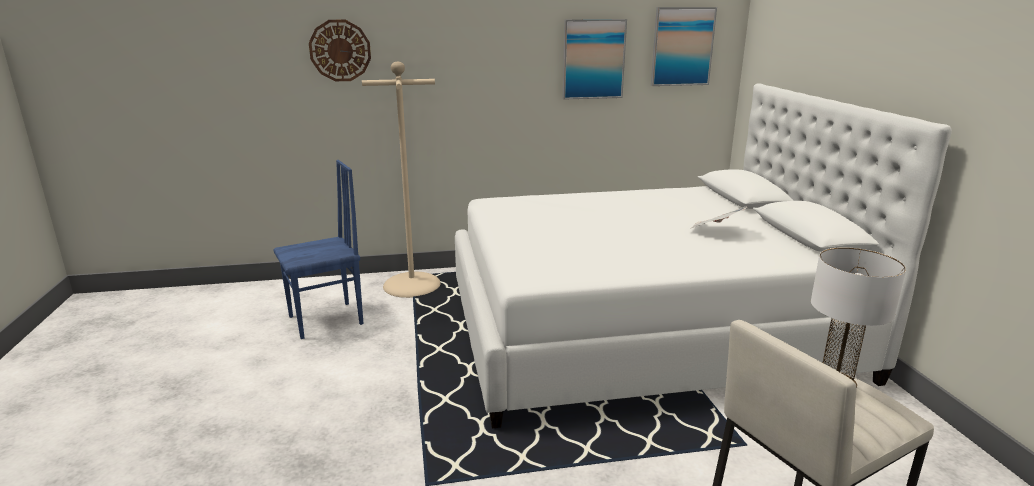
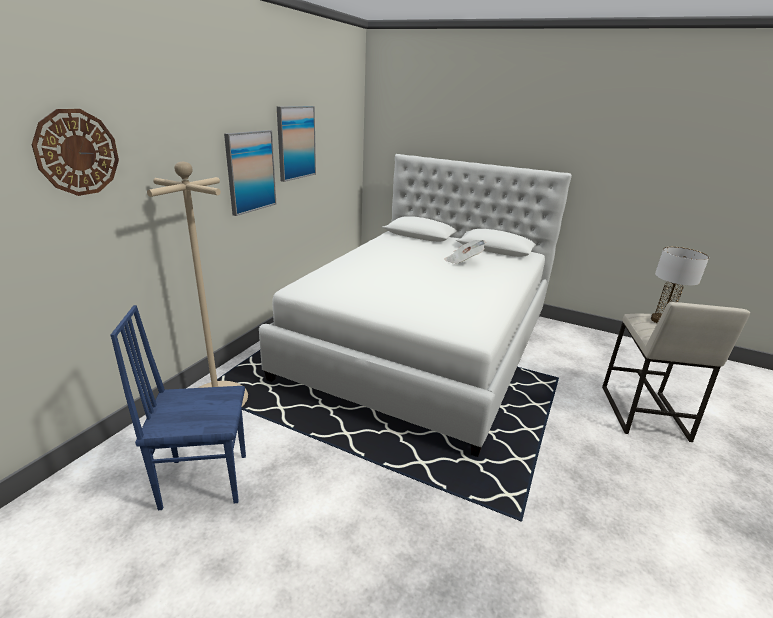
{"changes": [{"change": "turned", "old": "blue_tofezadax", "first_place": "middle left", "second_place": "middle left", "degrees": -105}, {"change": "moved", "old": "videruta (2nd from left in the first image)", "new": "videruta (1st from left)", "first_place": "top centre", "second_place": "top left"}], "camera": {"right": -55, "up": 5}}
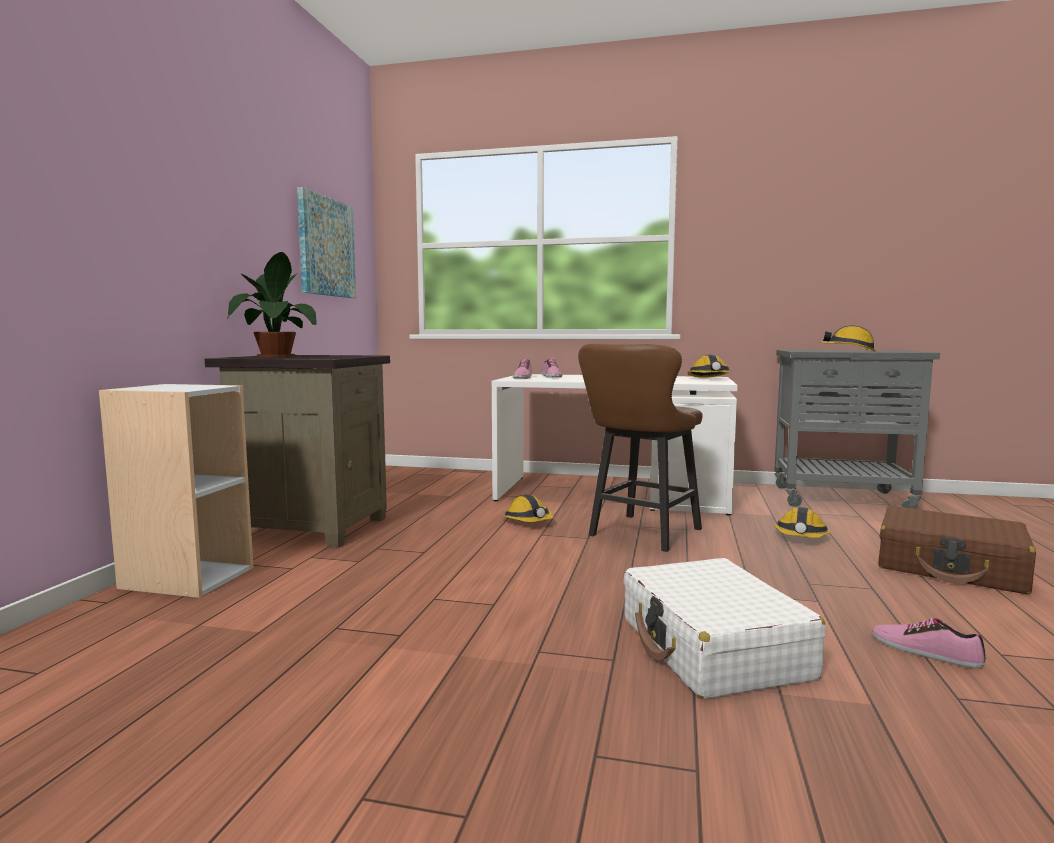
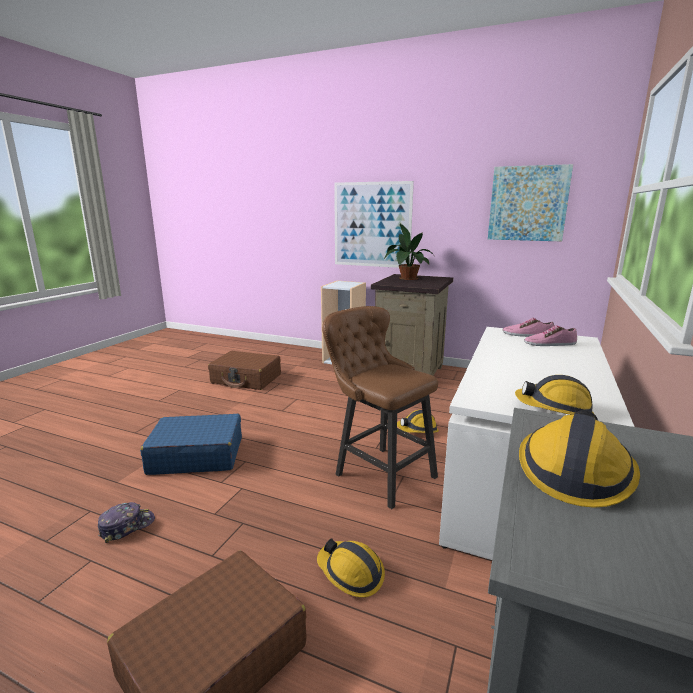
{"changes": [{"change": "recoloured", "old": "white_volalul", "new": "blue_volalul", "first_place": "bottom right", "second_place": "middle left"}, {"change": "replaced", "old": "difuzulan (3rd from left)", "new": "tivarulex", "first_place": "bottom right", "second_place": "bottom left"}, {"change": "added", "new": "brown_volalul (2nd from left)", "second_place": "centre"}, {"change": "added", "new": "videruta (1st from left)", "second_place": "top centre"}], "camera": {"right": 100, "up": 10}}
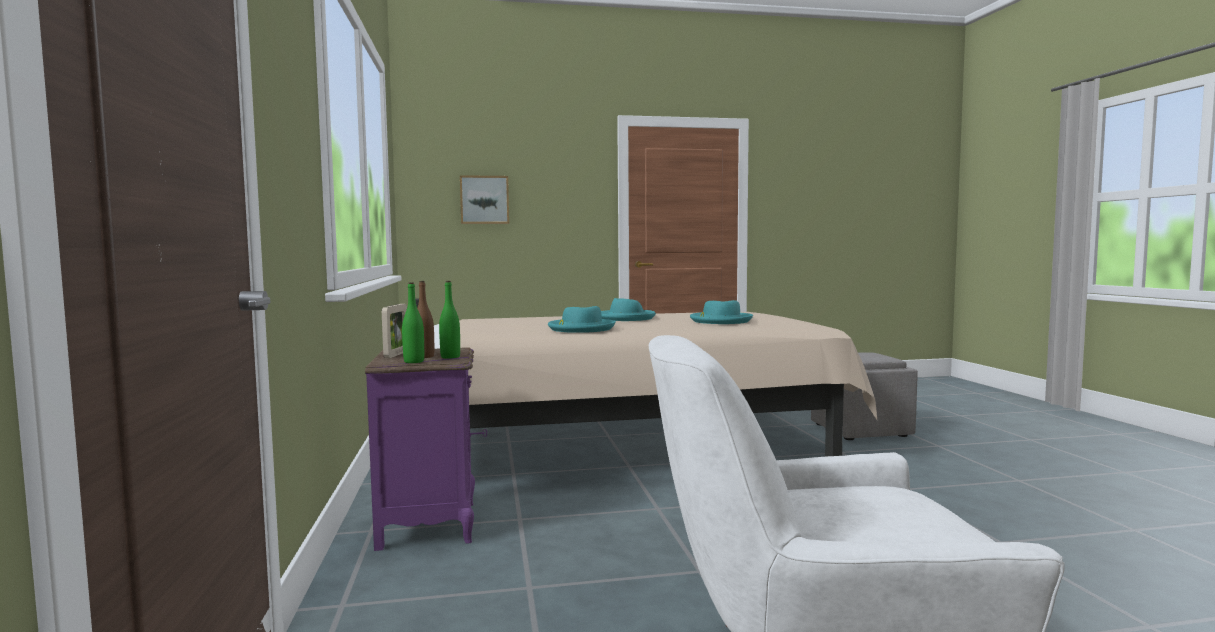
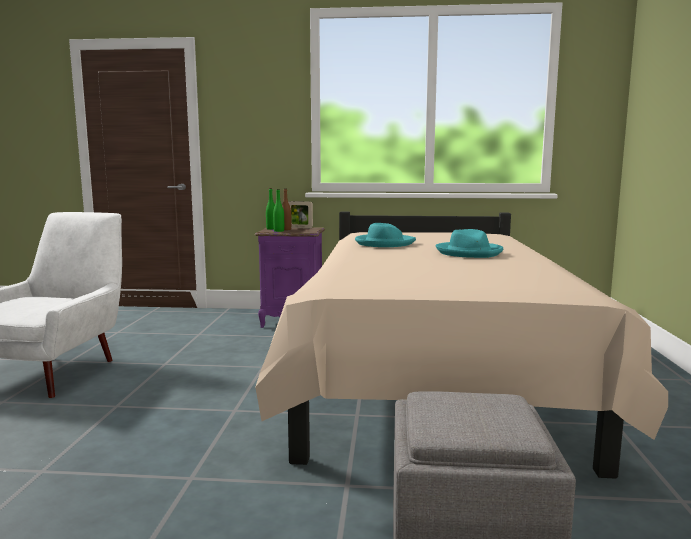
{"changes": [{"change": "removed", "old": "videruta", "first_place": "top centre"}, {"change": "removed", "old": "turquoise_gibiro (3rd from left)", "first_place": "centre"}], "camera": {"right": 105, "up": 5}}
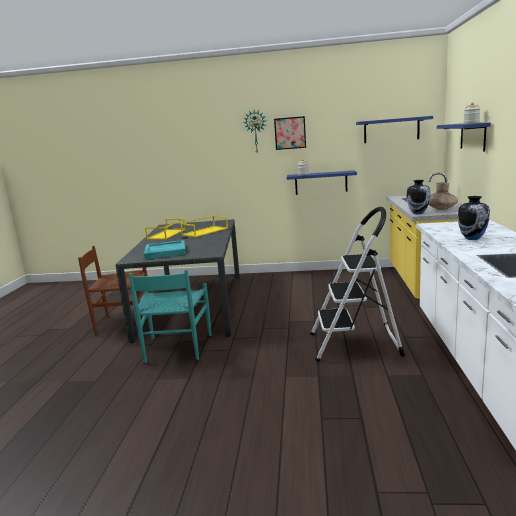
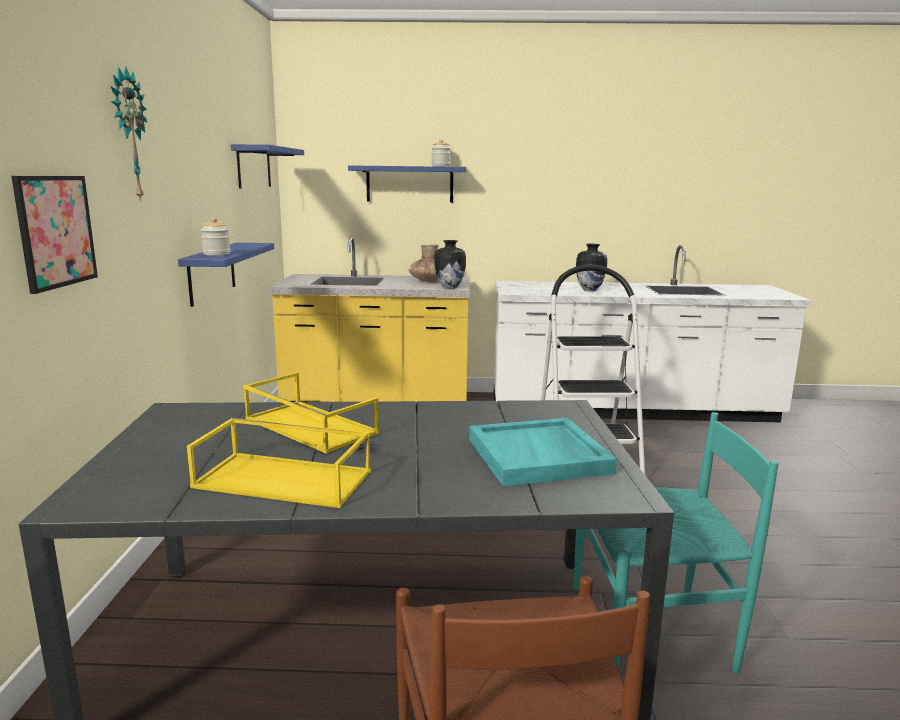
{"changes": [{"change": "moved", "old": "videruta", "first_place": "top centre", "second_place": "top left"}], "camera": {"right": -95, "up": 0}}
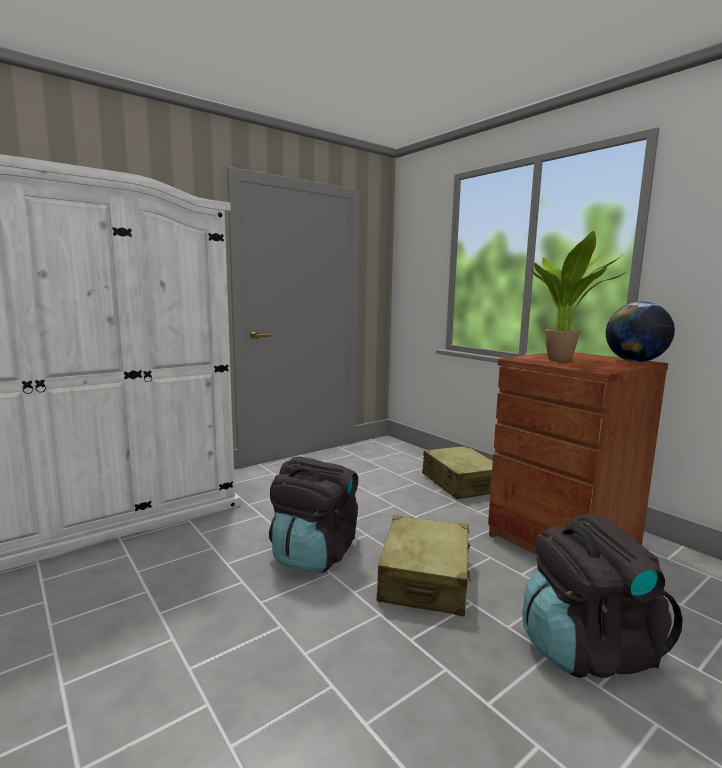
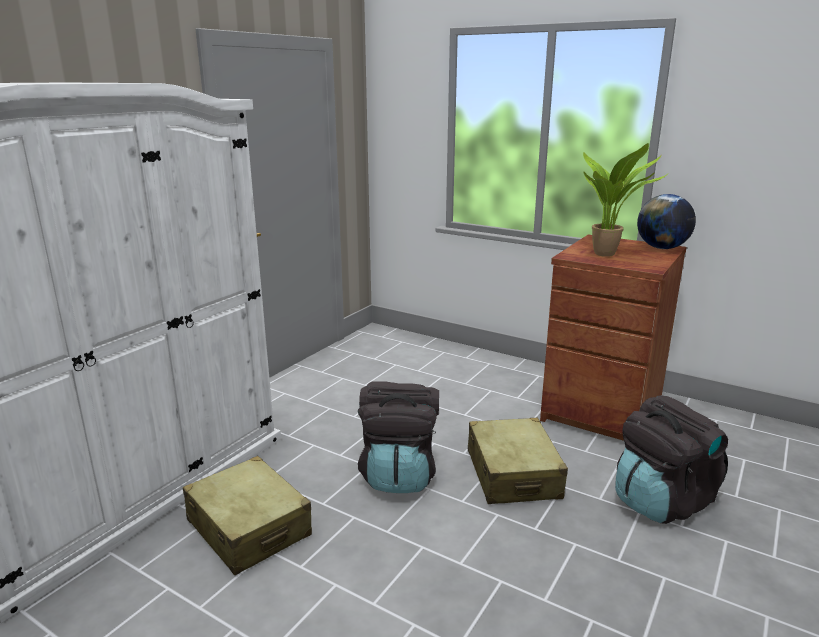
{"changes": [{"change": "moved", "old": "beige_volalul (2nd from left in the first image)", "new": "beige_volalul (1st from left)", "first_place": "centre", "second_place": "bottom left"}], "camera": {"right": -20, "up": 10}}
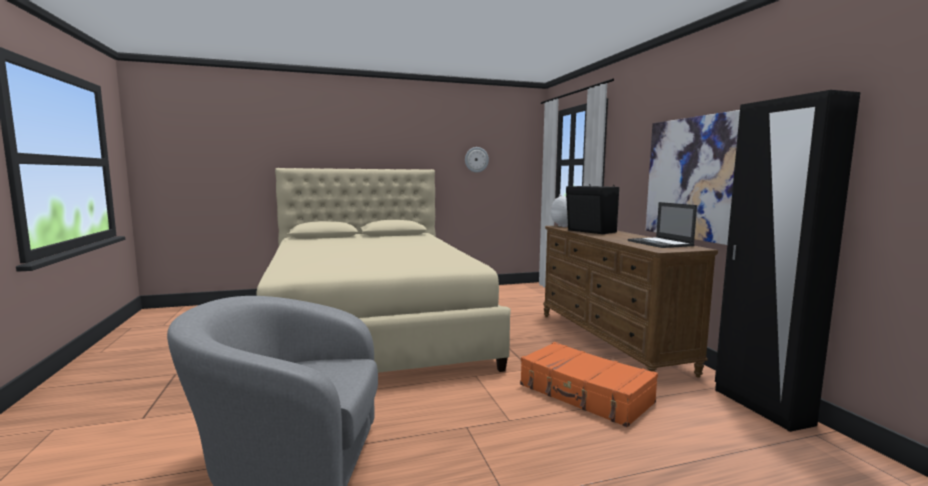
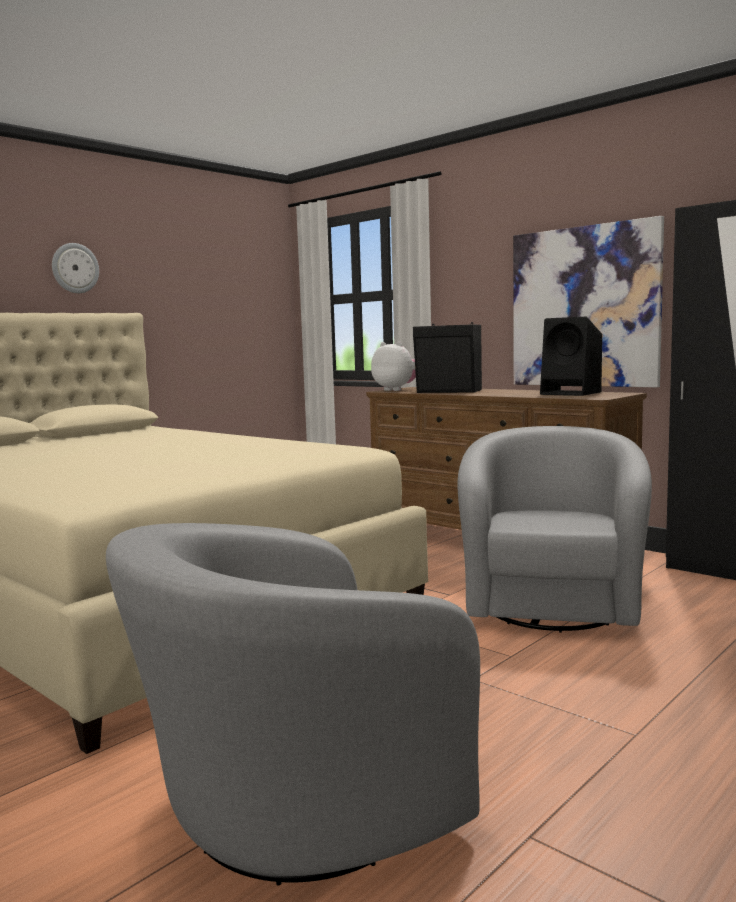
{"changes": [{"change": "moved", "old": "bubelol", "first_place": "top centre", "second_place": "top left"}, {"change": "replaced", "old": "orange_volalul", "new": "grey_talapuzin (2nd from left)", "first_place": "bottom centre", "second_place": "middle right"}, {"change": "replaced", "old": "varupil", "new": "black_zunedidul (2nd from left)", "first_place": "middle right", "second_place": "middle right"}], "camera": {"right": -30, "up": 0}}
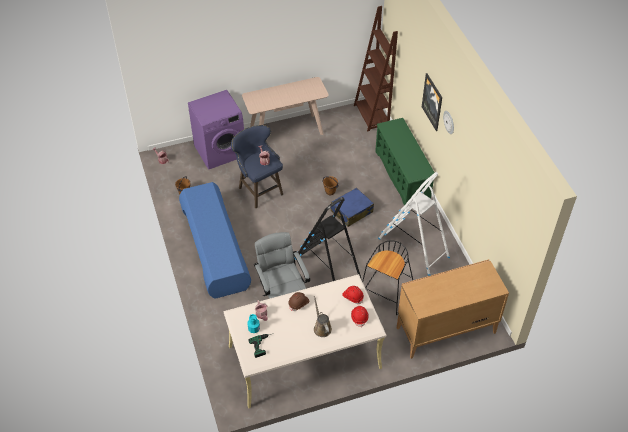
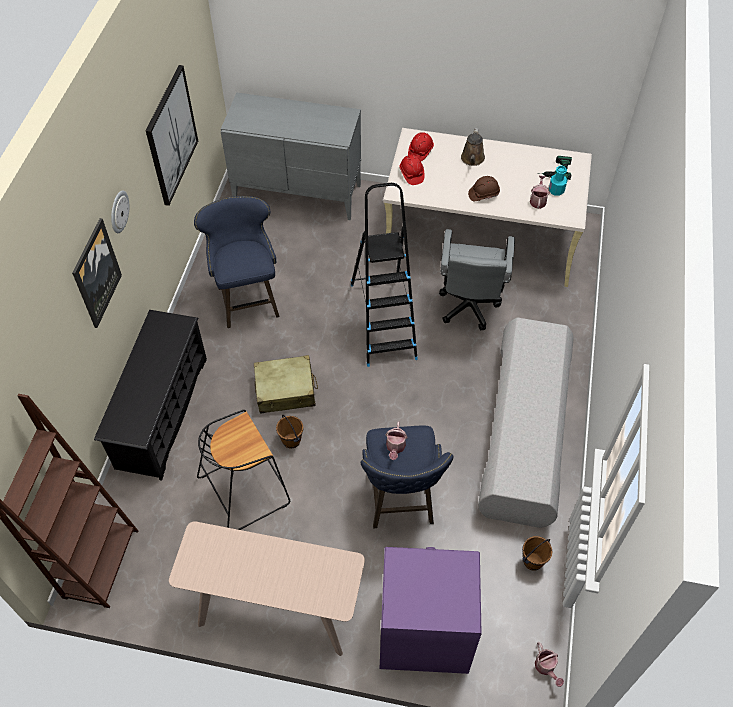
{"changes": [{"change": "recoloured", "old": "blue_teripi", "new": "grey_teripi", "first_place": "centre", "second_place": "middle right"}, {"change": "recoloured", "old": "blue_volalul", "new": "beige_volalul", "first_place": "centre", "second_place": "centre"}, {"change": "moved", "old": "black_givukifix", "first_place": "centre", "second_place": "middle left"}, {"change": "recoloured", "old": "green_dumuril", "new": "black_dumuril", "first_place": "centre", "second_place": "middle left"}, {"change": "replaced", "old": "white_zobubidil", "new": "blue_givukifix (1st from left)", "first_place": "centre", "second_place": "middle left"}, {"change": "recoloured", "old": "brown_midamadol", "new": "grey_midamadol", "first_place": "bottom right", "second_place": "top centre"}, {"change": "added", "new": "videruta (2nd from left)", "second_place": "top left"}], "camera": {"right": -150, "up": 5}}
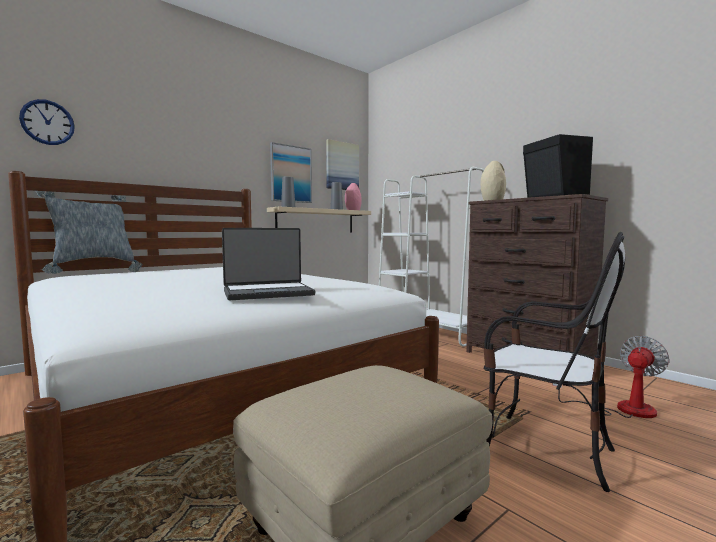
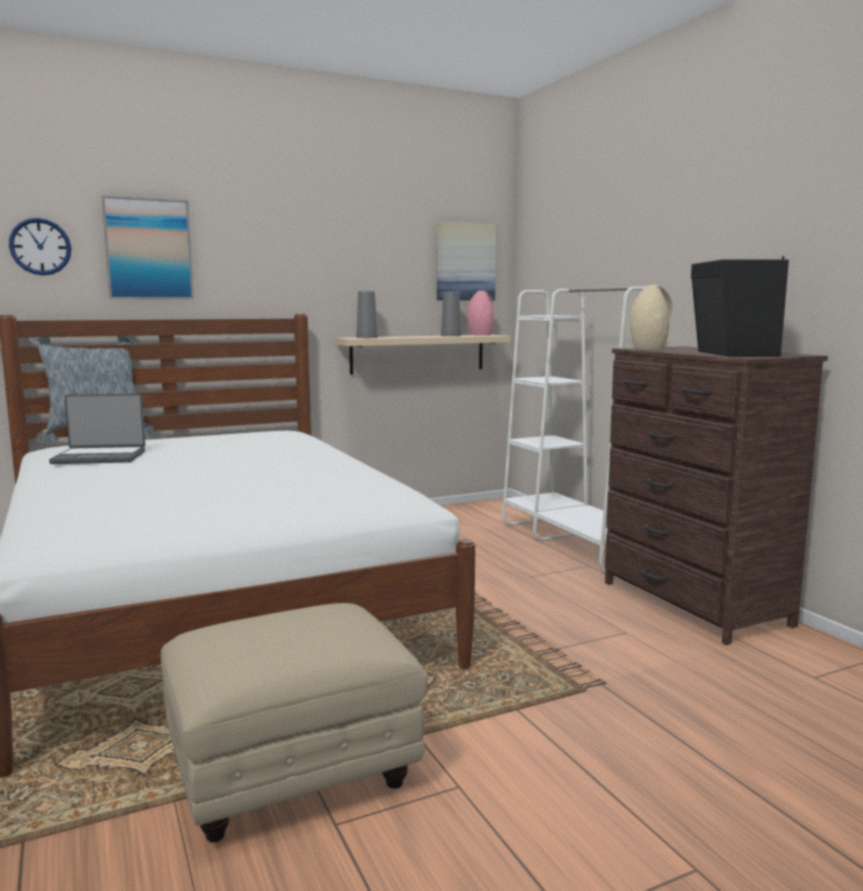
{"changes": [{"change": "moved", "old": "varupil", "first_place": "centre", "second_place": "middle left"}, {"change": "moved", "old": "videruta (1st from left)", "first_place": "top centre", "second_place": "top left"}, {"change": "removed", "old": "tofezadax", "first_place": "bottom right"}, {"change": "removed", "old": "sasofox", "first_place": "bottom right"}], "camera": {"right": 15, "up": 5}}
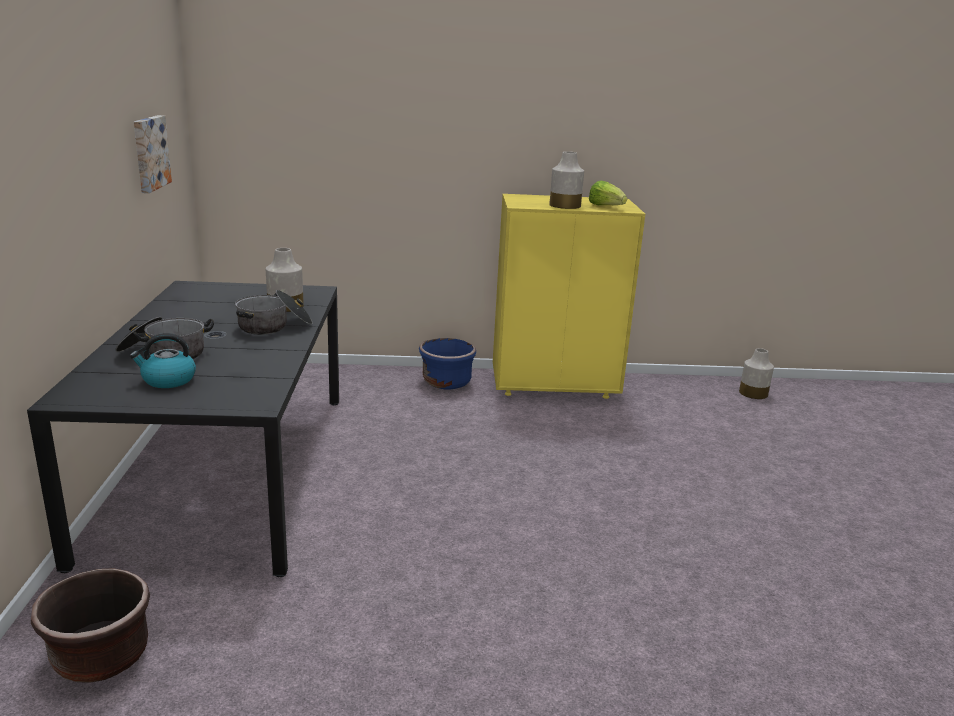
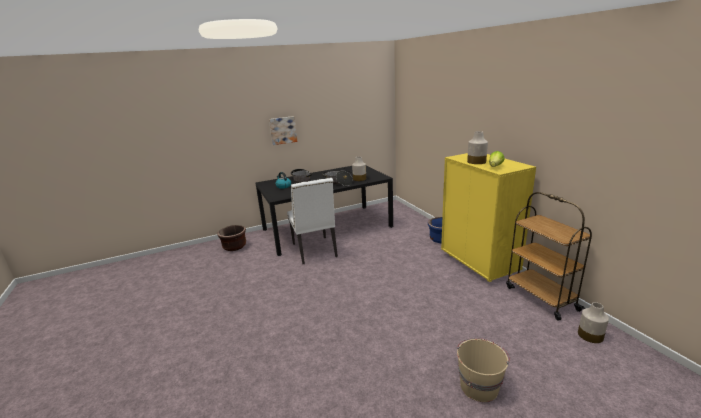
{"changes": [{"change": "moved", "old": "videruta", "first_place": "top left", "second_place": "top centre"}, {"change": "added", "new": "white_tofezadax", "second_place": "centre"}, {"change": "added", "new": "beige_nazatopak", "second_place": "bottom right"}, {"change": "added", "new": "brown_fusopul", "second_place": "middle right"}], "camera": {"right": 70, "up": 0}}
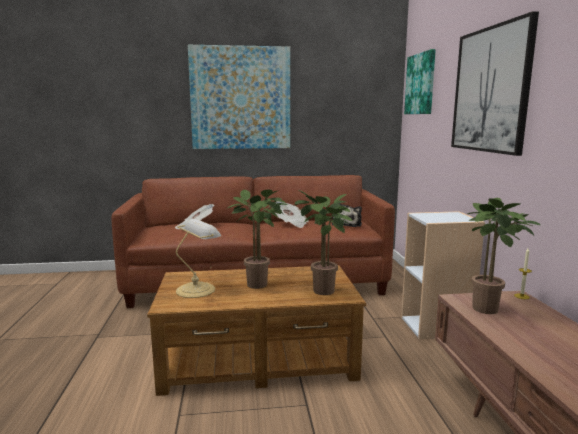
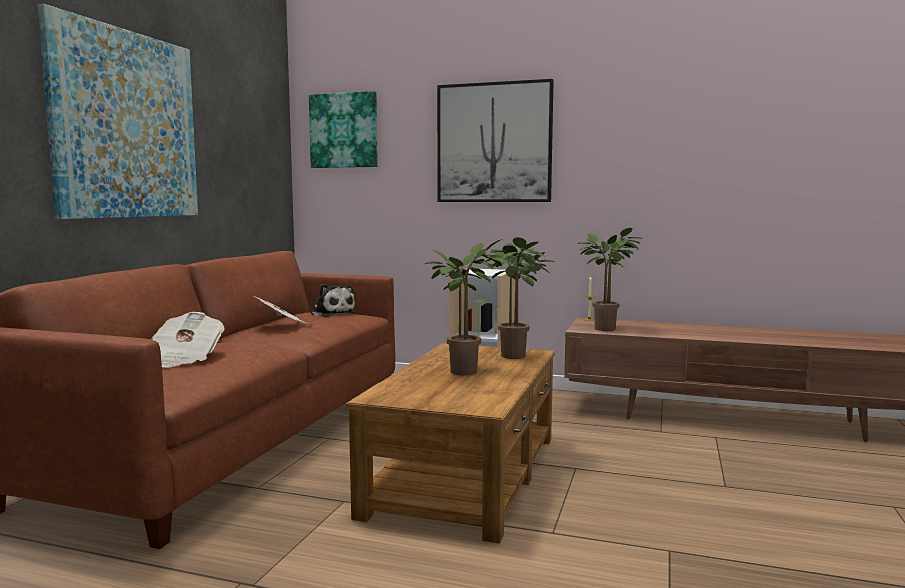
{"changes": [{"change": "removed", "old": "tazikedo", "first_place": "centre"}], "camera": {"right": -65, "up": -5}}
